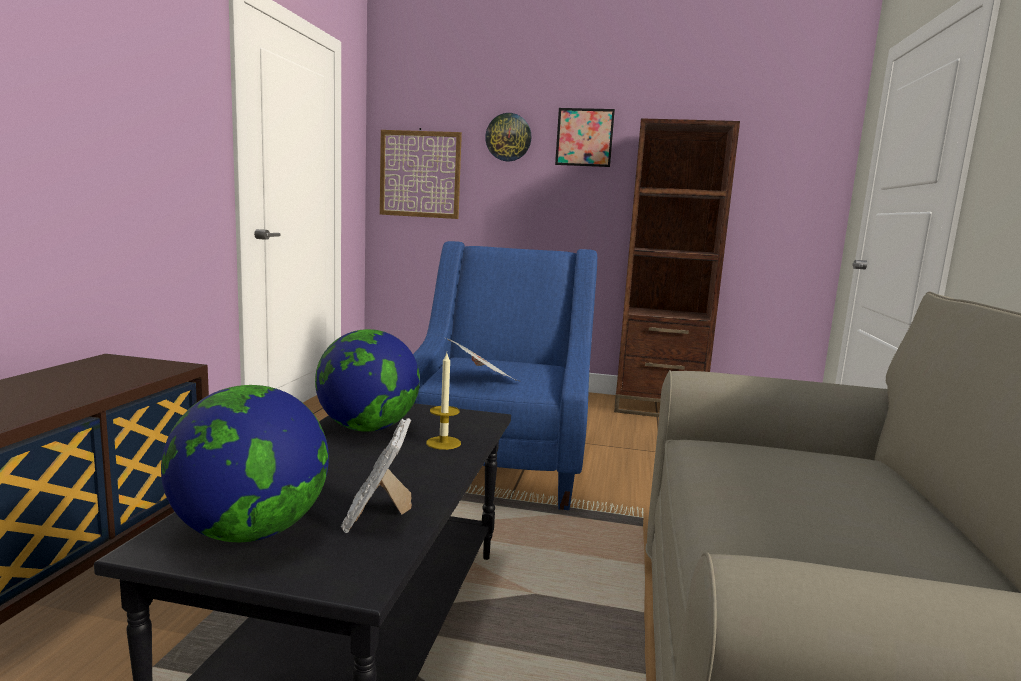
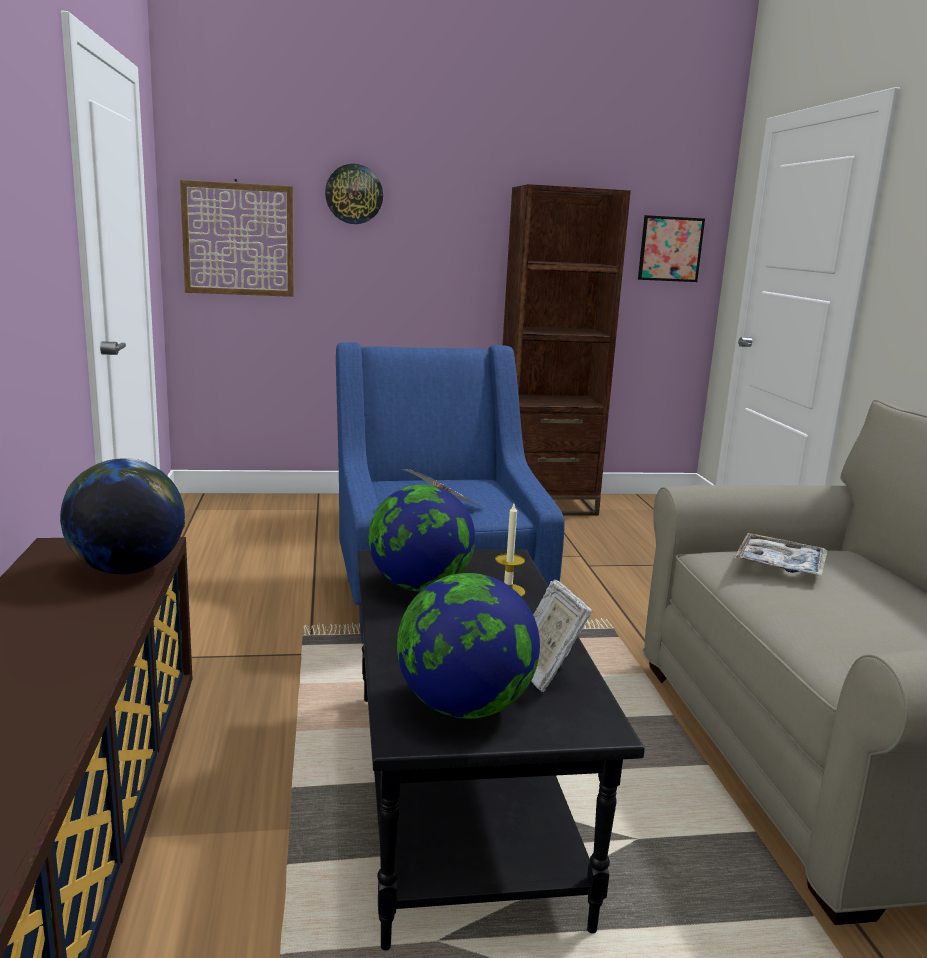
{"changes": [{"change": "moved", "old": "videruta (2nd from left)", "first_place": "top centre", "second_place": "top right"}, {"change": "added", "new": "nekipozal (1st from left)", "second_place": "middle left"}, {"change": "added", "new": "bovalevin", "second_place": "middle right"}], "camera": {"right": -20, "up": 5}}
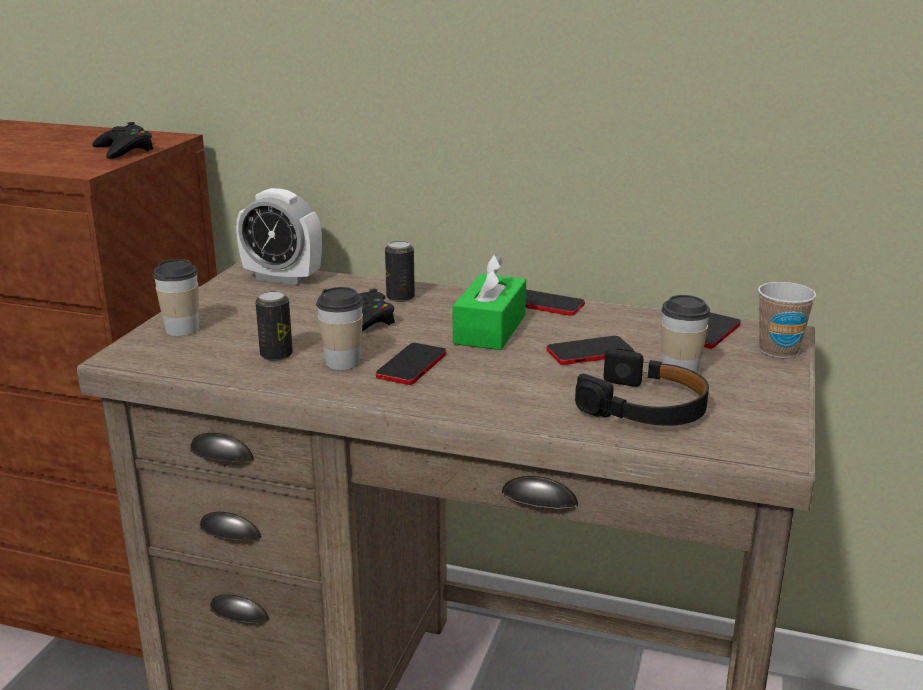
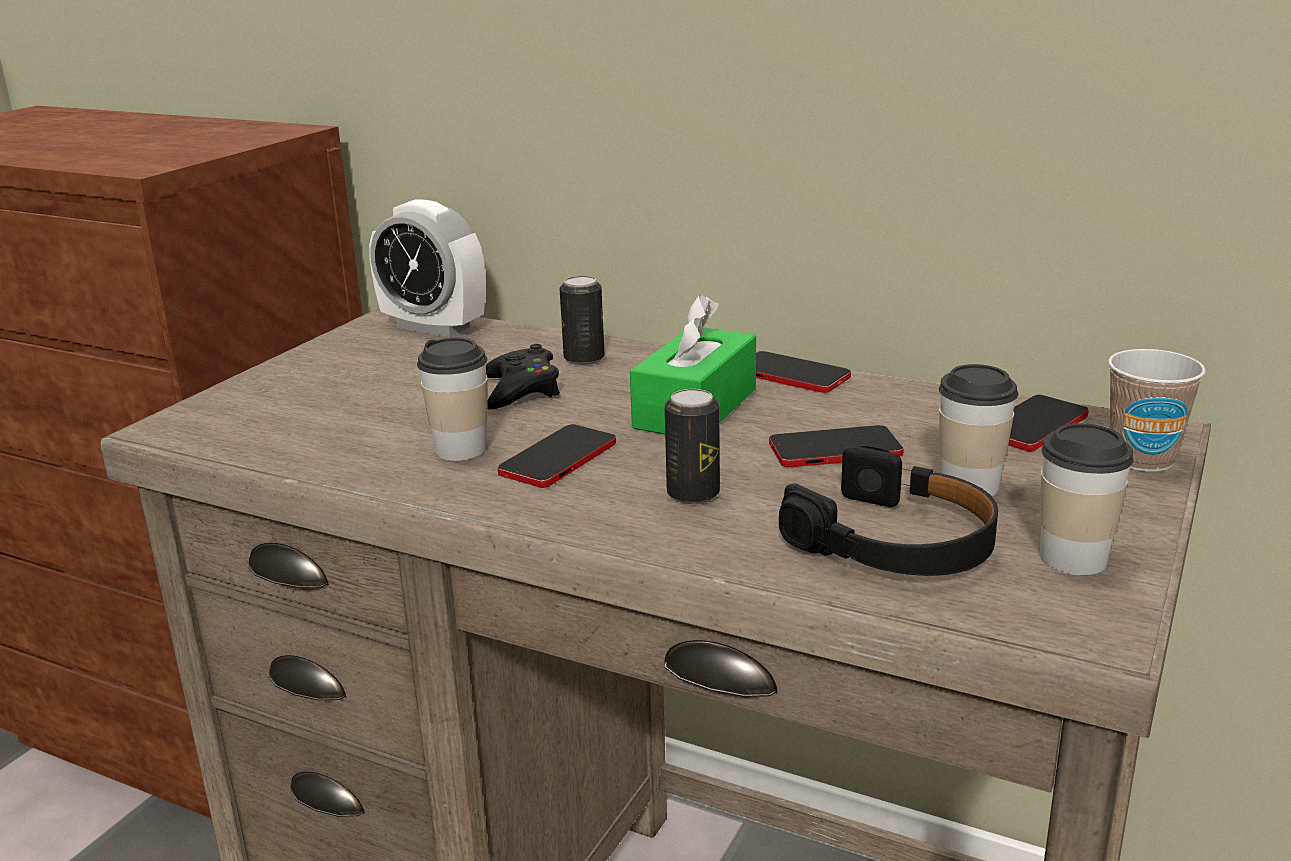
{"changes": [{"change": "removed", "old": "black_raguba (1st from left)", "first_place": "top left"}, {"change": "moved", "old": "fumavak (1st from left in the first image)", "new": "fumavak (3rd from left)", "first_place": "middle left", "second_place": "middle right"}, {"change": "moved", "old": "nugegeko (1st from left in the first image)", "new": "nugegeko (2nd from left)", "first_place": "middle left", "second_place": "centre"}], "camera": {"right": 10, "up": 0}}
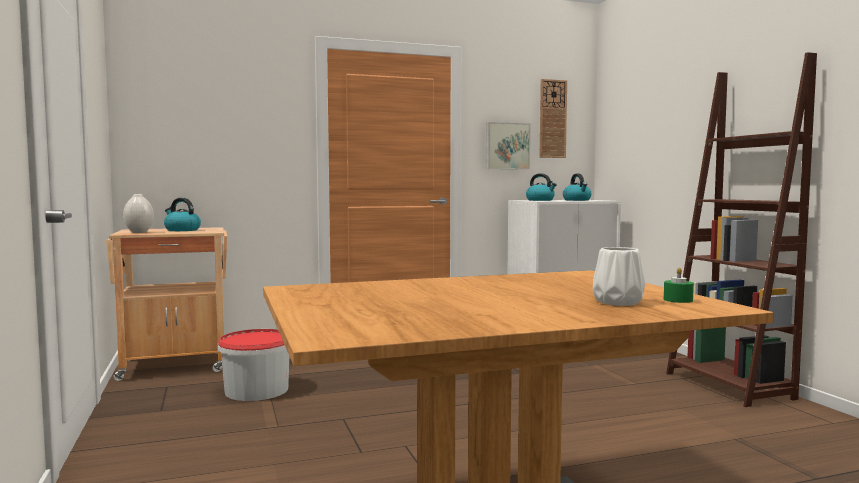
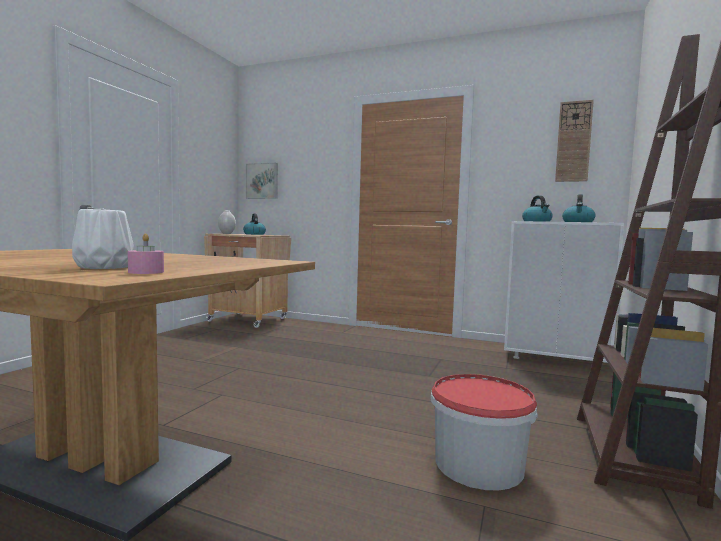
{"changes": [{"change": "moved", "old": "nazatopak", "first_place": "bottom left", "second_place": "bottom right"}, {"change": "moved", "old": "videruta", "first_place": "top centre", "second_place": "centre"}, {"change": "recoloured", "old": "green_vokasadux", "new": "pink_vokasadux", "first_place": "middle right", "second_place": "middle left"}], "camera": {"right": 40, "up": 0}}
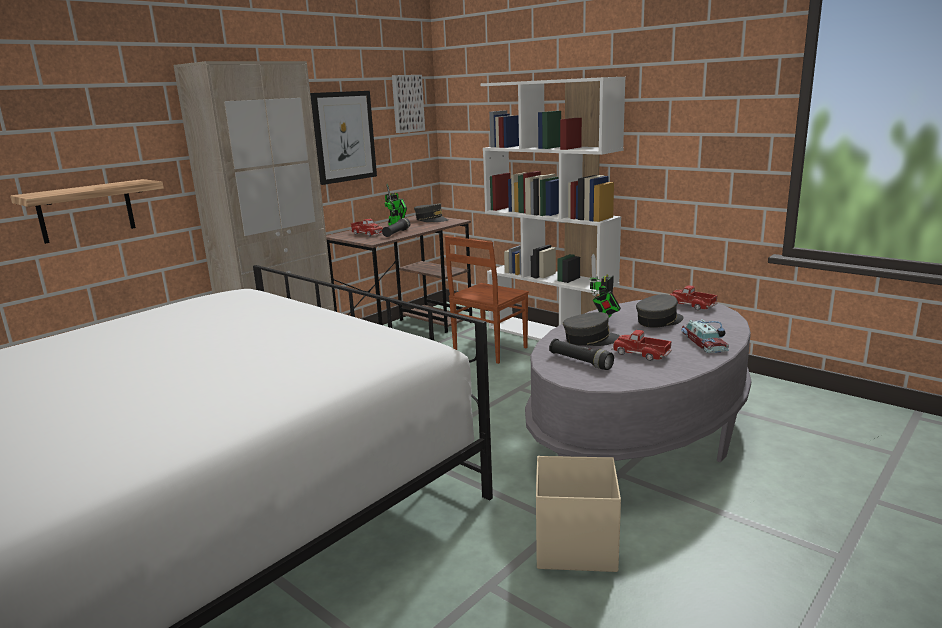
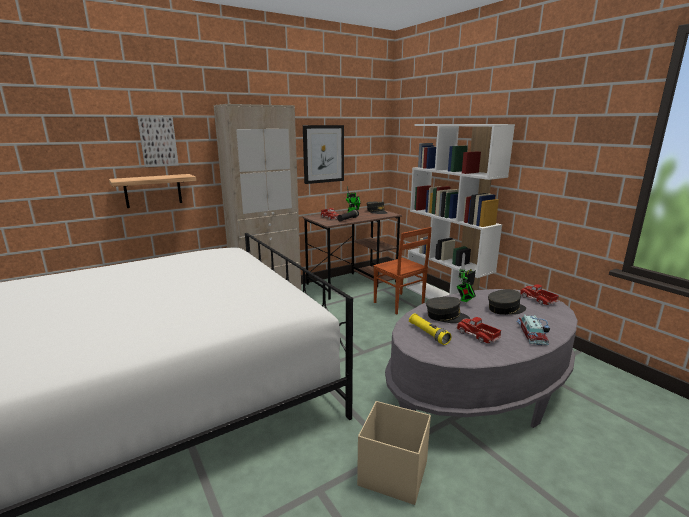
{"changes": [{"change": "moved", "old": "videruta (2nd from left in the first image)", "new": "videruta (1st from left)", "first_place": "top centre", "second_place": "top left"}, {"change": "turned", "old": "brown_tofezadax", "first_place": "centre", "second_place": "centre", "degrees": -90}, {"change": "recoloured", "old": "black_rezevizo (2nd from left)", "new": "yellow_rezevizo", "first_place": "centre", "second_place": "centre"}], "camera": {"right": 15, "up": 0}}
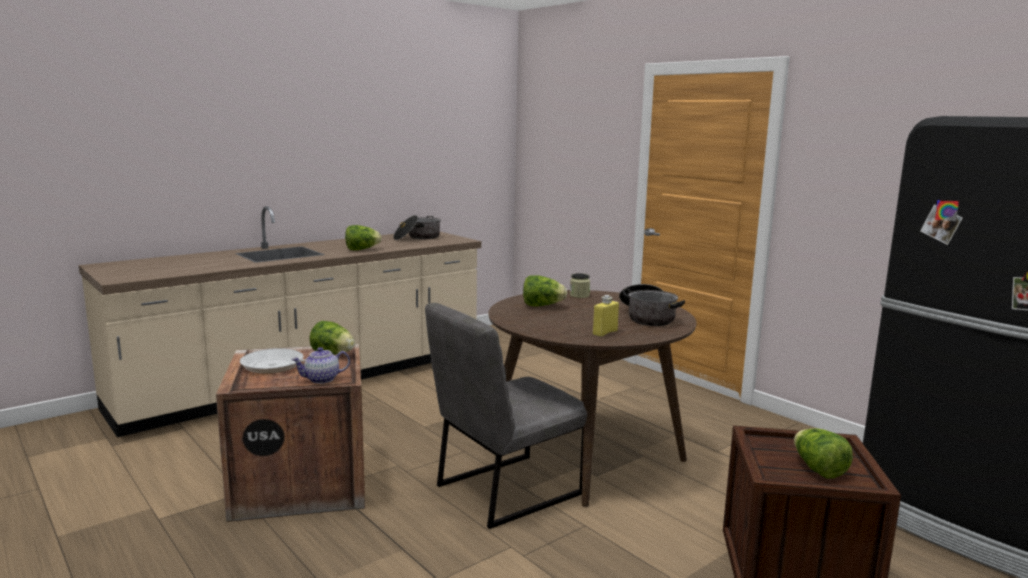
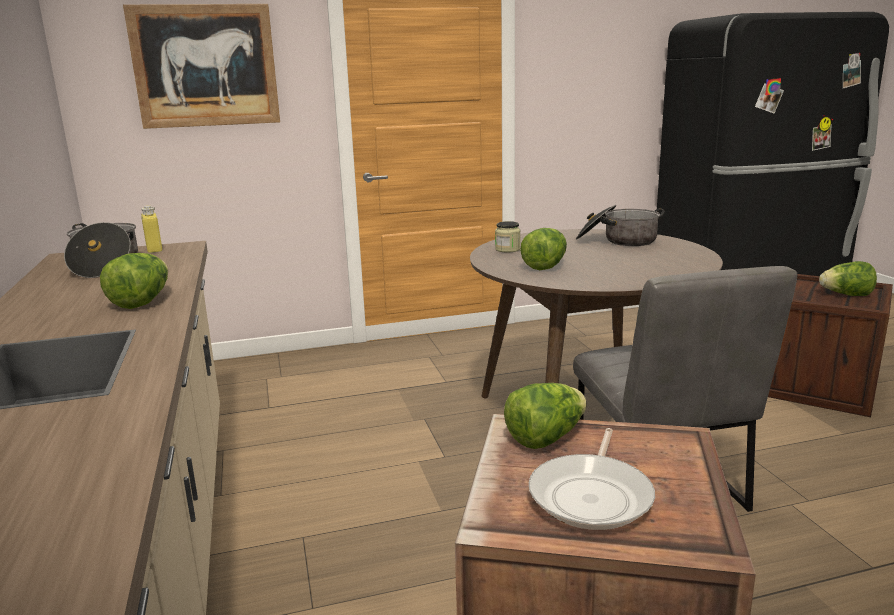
{"changes": [{"change": "removed", "old": "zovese", "first_place": "middle left"}, {"change": "moved", "old": "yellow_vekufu", "first_place": "centre", "second_place": "middle left"}, {"change": "added", "new": "videruta", "second_place": "top left"}], "camera": {"right": -65, "up": 5}}
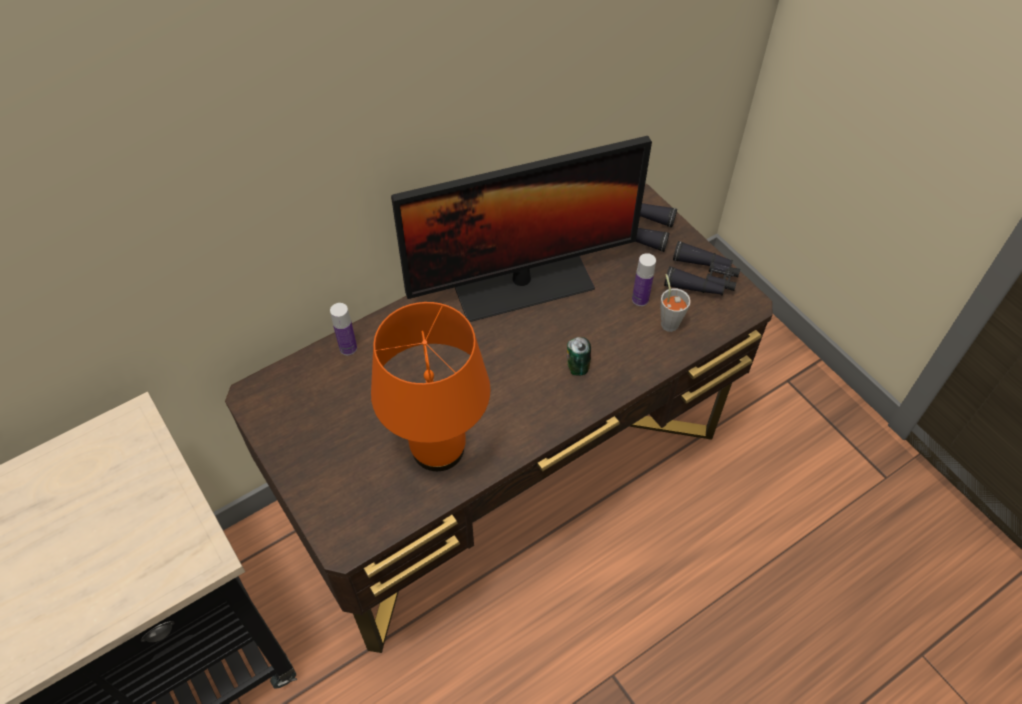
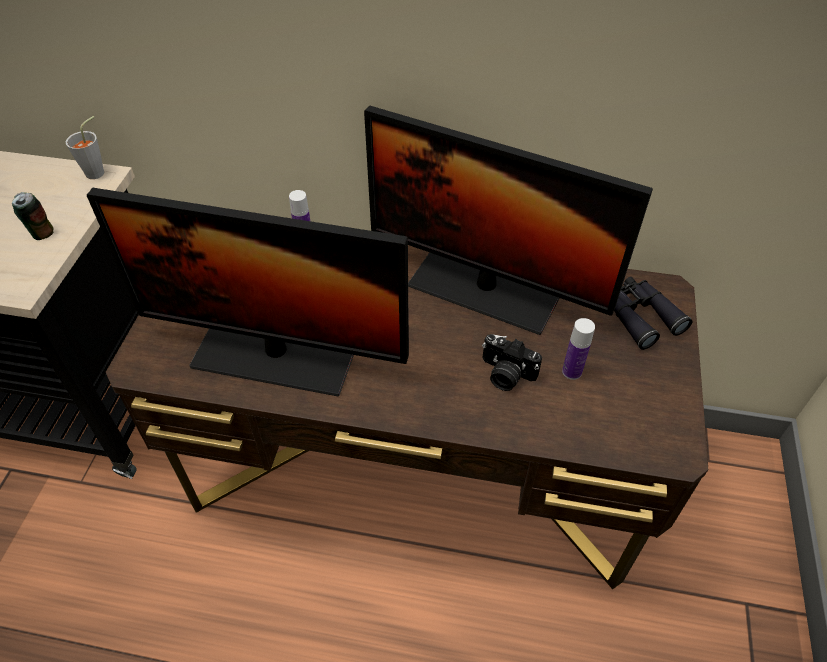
{"changes": [{"change": "replaced", "old": "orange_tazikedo", "new": "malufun (1st from left)", "first_place": "centre", "second_place": "middle left"}, {"change": "moved", "old": "nugegeko", "first_place": "centre", "second_place": "top left"}, {"change": "moved", "old": "grey_fumavak", "first_place": "centre", "second_place": "top left"}, {"change": "removed", "old": "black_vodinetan (2nd from left)", "first_place": "middle right"}, {"change": "added", "new": "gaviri", "second_place": "centre"}], "camera": {"right": 45, "up": -5}}
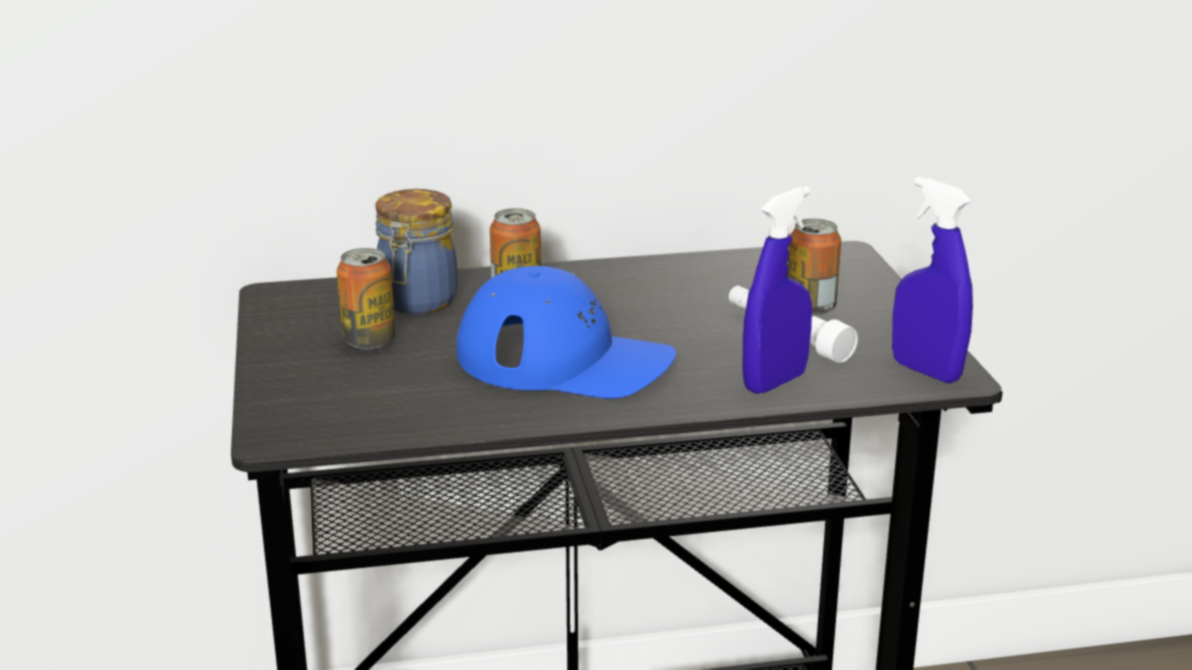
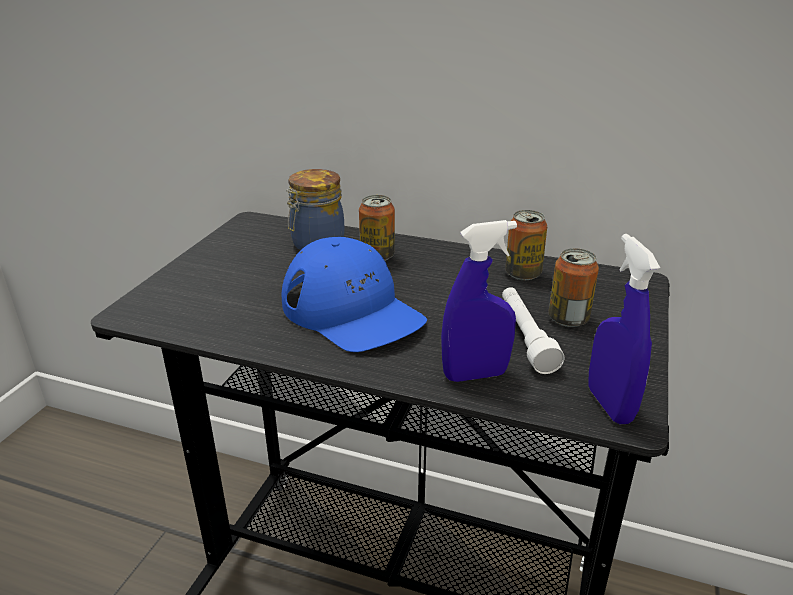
{"changes": [{"change": "moved", "old": "nugegeko (1st from left in the first image)", "new": "nugegeko (2nd from left)", "first_place": "middle left", "second_place": "centre"}], "camera": {"right": 30, "up": 5}}
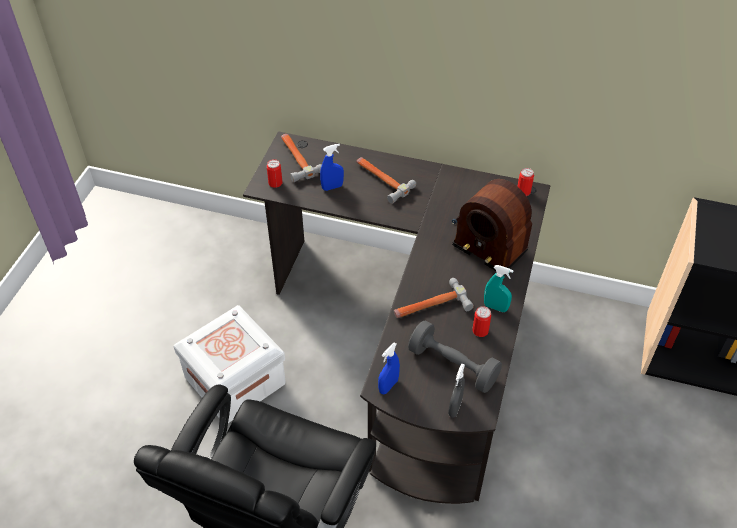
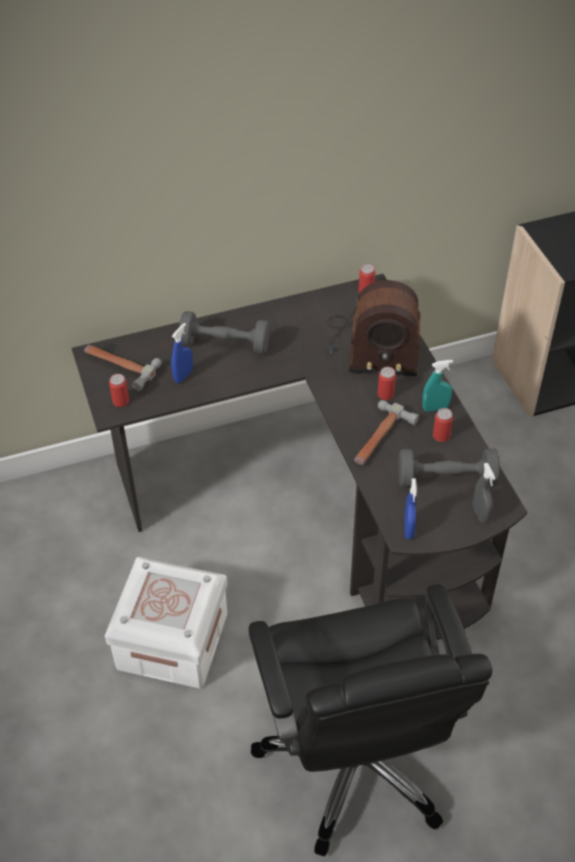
{"changes": [{"change": "replaced", "old": "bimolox (2nd from left)", "new": "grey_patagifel (1st from left)", "first_place": "centre", "second_place": "centre"}, {"change": "added", "new": "nugegeko (3rd from left)", "second_place": "middle right"}], "camera": {"right": -35, "up": 0}}
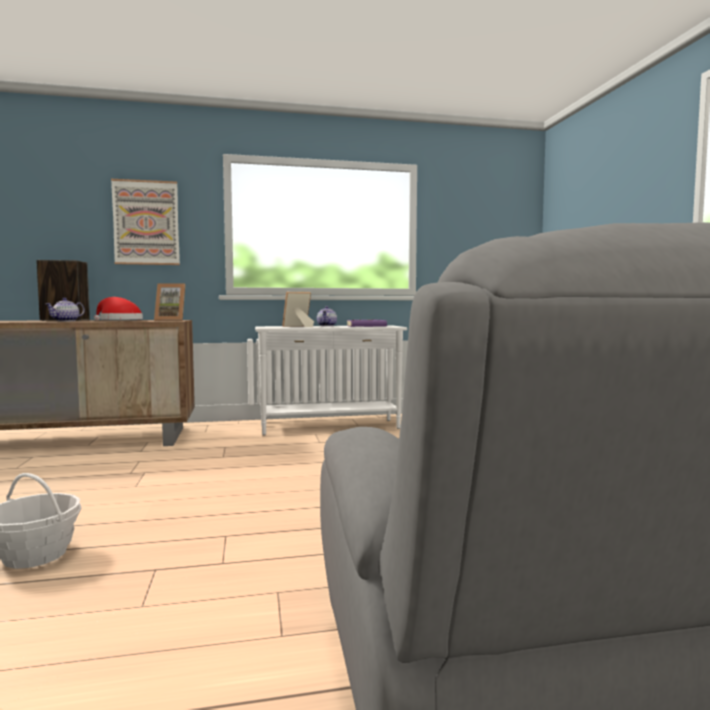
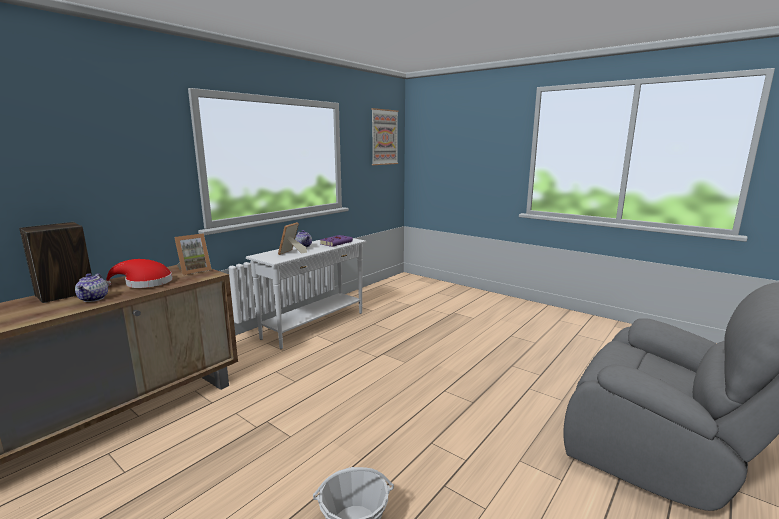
{"changes": [{"change": "moved", "old": "videruta", "first_place": "top left", "second_place": "top centre"}], "camera": {"right": -40, "up": 10}}
